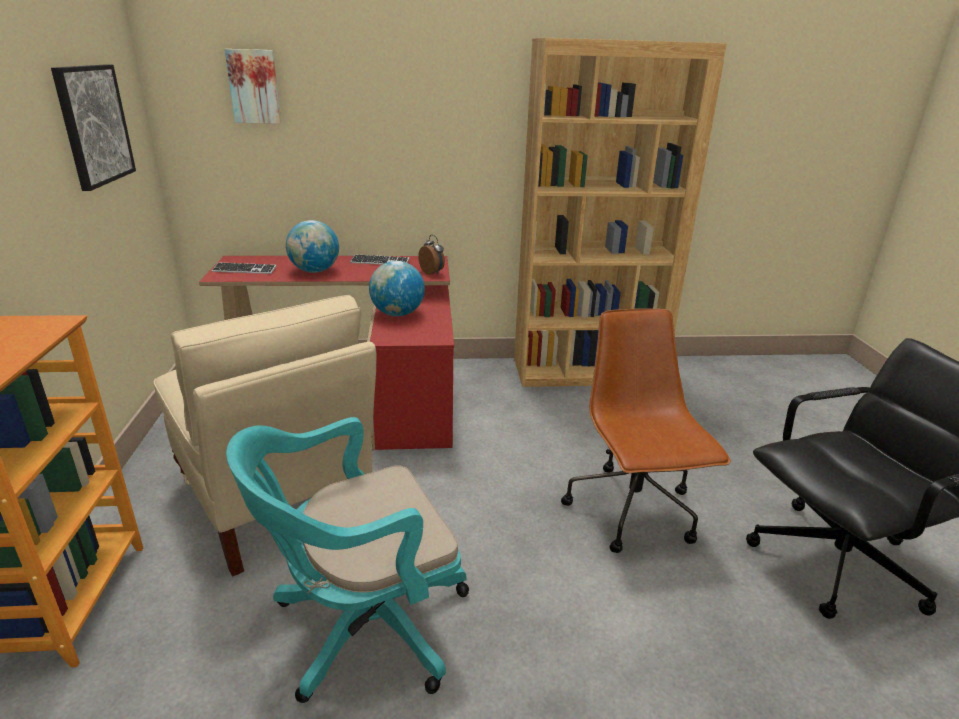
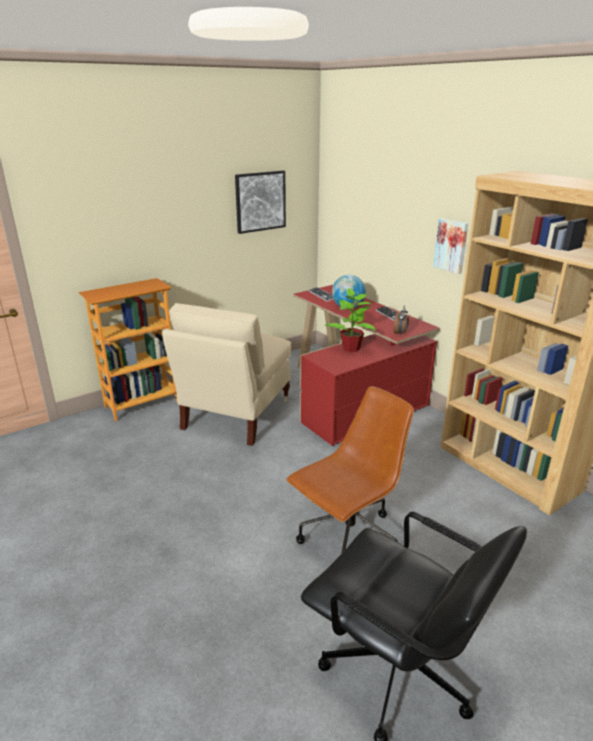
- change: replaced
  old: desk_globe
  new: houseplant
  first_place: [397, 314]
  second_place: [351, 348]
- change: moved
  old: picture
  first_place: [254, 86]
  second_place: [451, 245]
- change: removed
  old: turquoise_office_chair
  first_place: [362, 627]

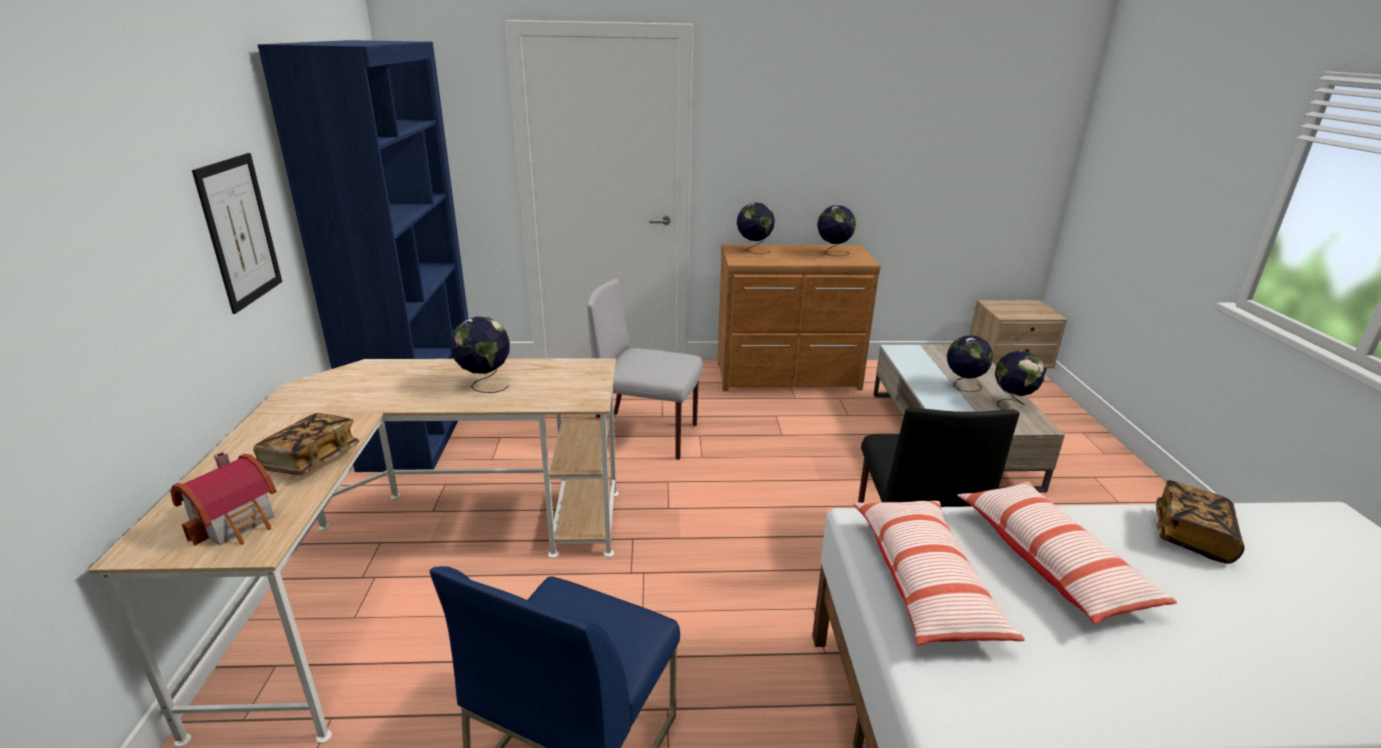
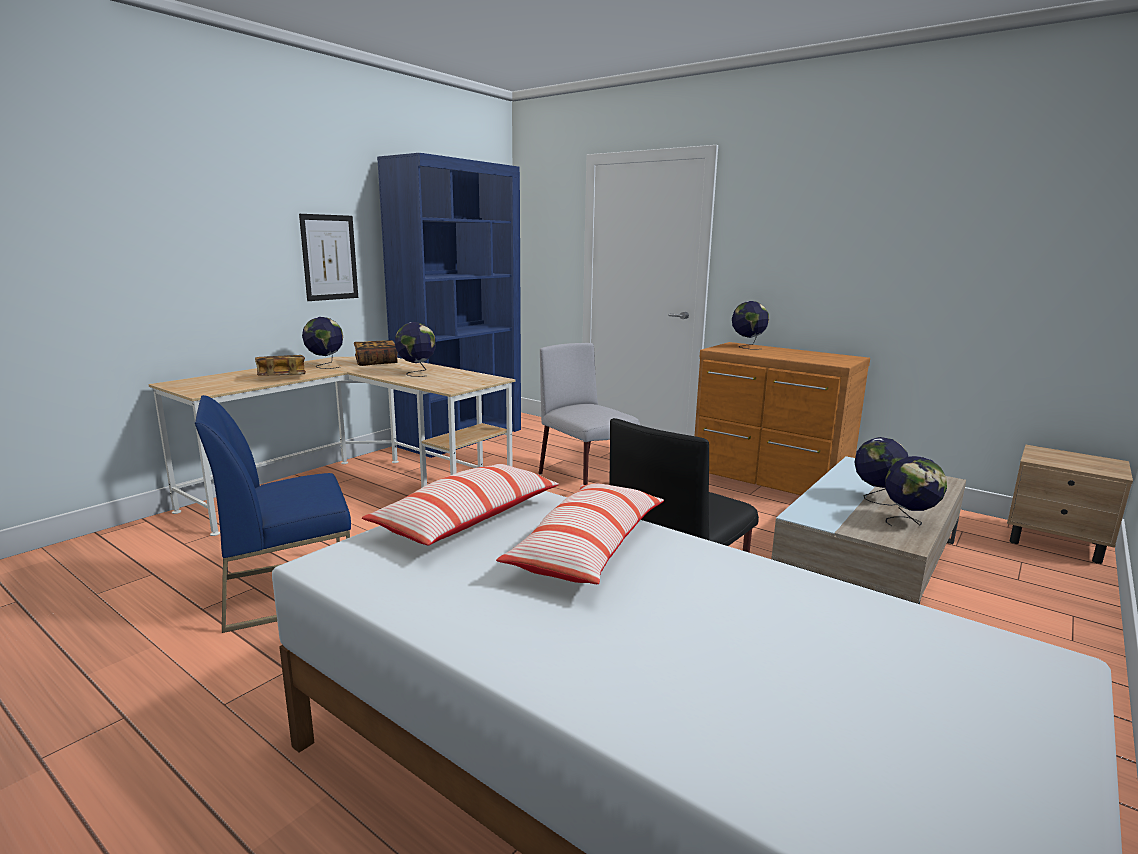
- change: moved
  old: desk_globe
  first_place: [833, 253]
  second_place: [325, 366]
- change: moved
  old: bound_book
  first_place: [1191, 536]
  second_place: [376, 362]
- change: removed
  old: toy_house
  first_place: [238, 522]

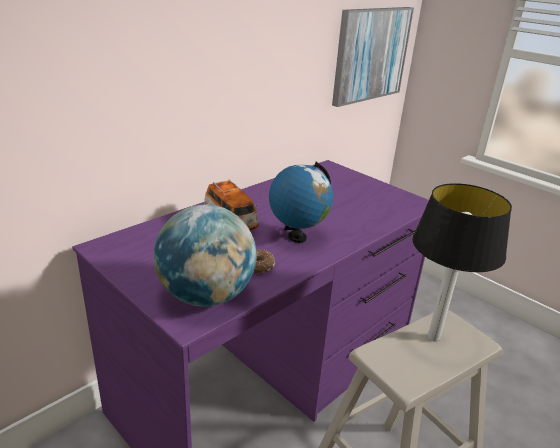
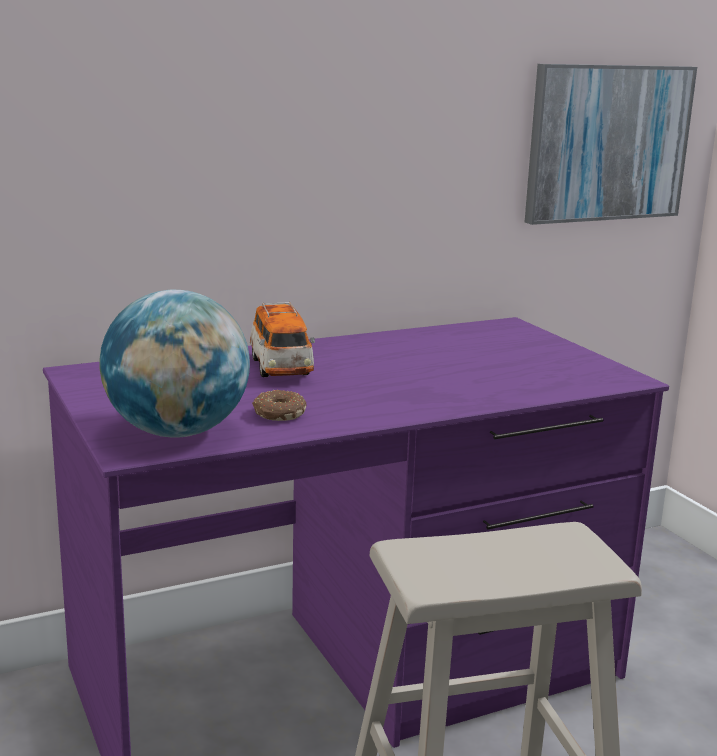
- change: removed
  old: desk_globe
  first_place: [297, 237]
- change: removed
  old: table_lamp
  first_place: [434, 337]

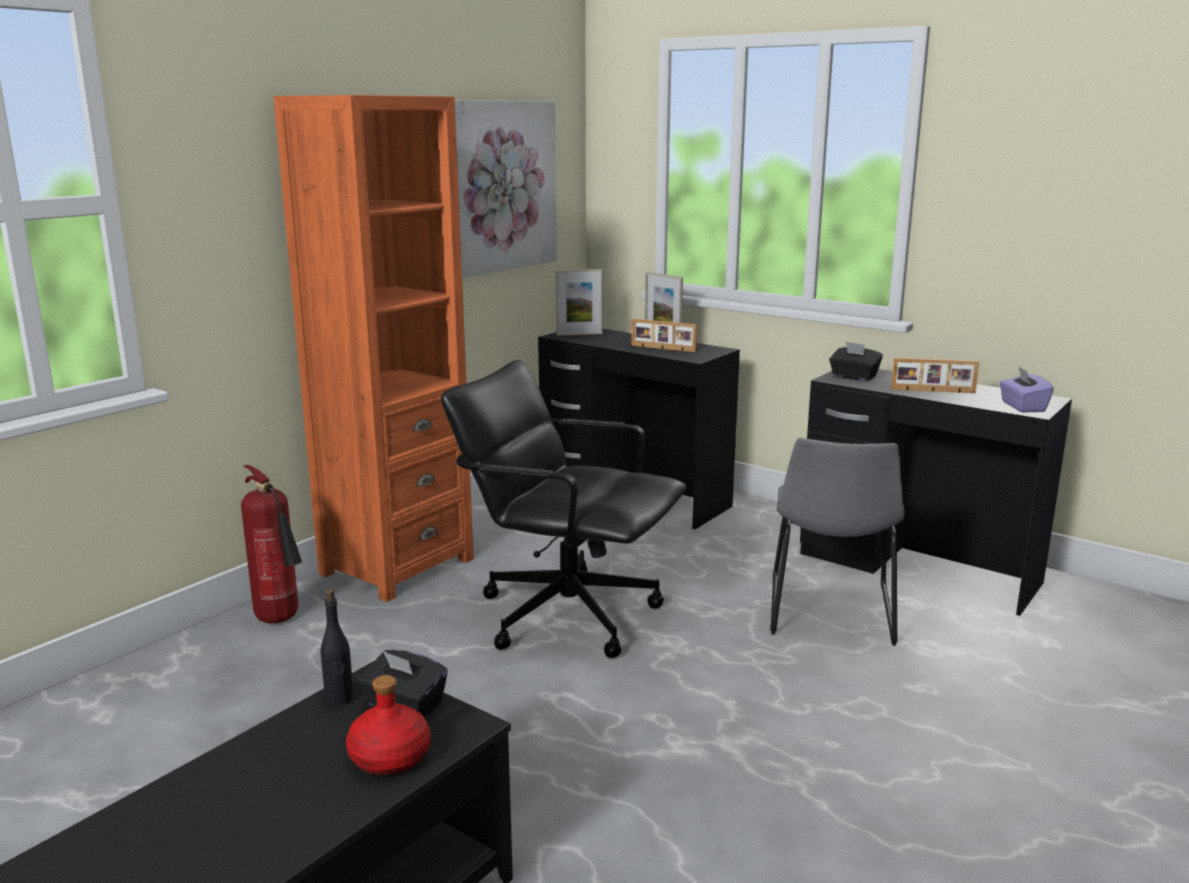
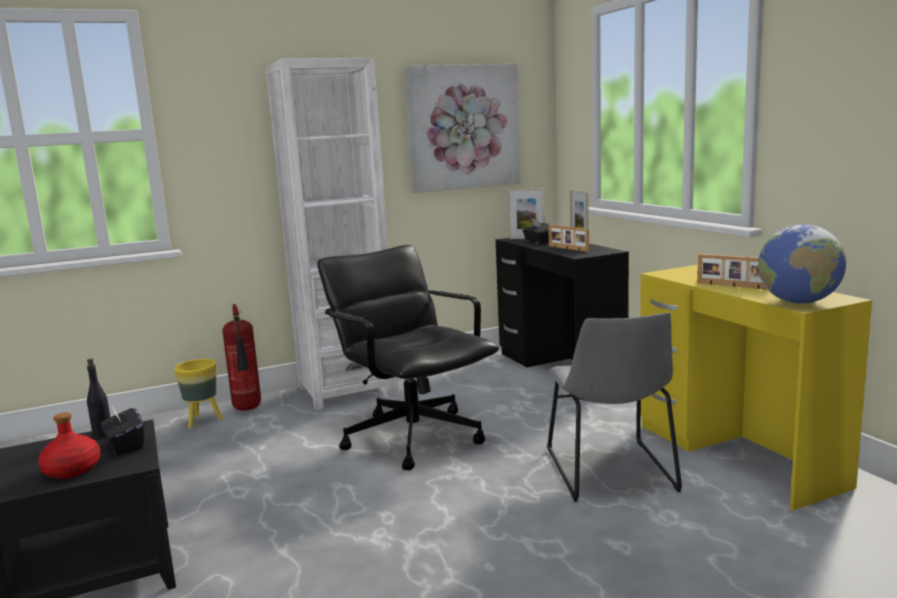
- change: added
  new: yellow-coloured_plant_pot
  second_place: [203, 421]
- change: recoloured
  old: orangey_bookshelf
  new: white_bookshelf
  first_place: [397, 566]
  second_place: [347, 390]
- change: moved
  old: black-coloured_tissue_holder
  first_place: [853, 377]
  second_place: [538, 242]
- change: turned
  old: grey_upright_chair
  first_place: [830, 612]
  second_place: [611, 473]
  degrees: -45
- change: recoloured
  old: black-coloured_desk_unit
  new: yellow-coloured_desk_unit
  first_place: [918, 568]
  second_place: [737, 454]
- change: replaced
  old: purple_tissue_holder
  new: desk_globe
  first_place: [1022, 407]
  second_place: [798, 302]

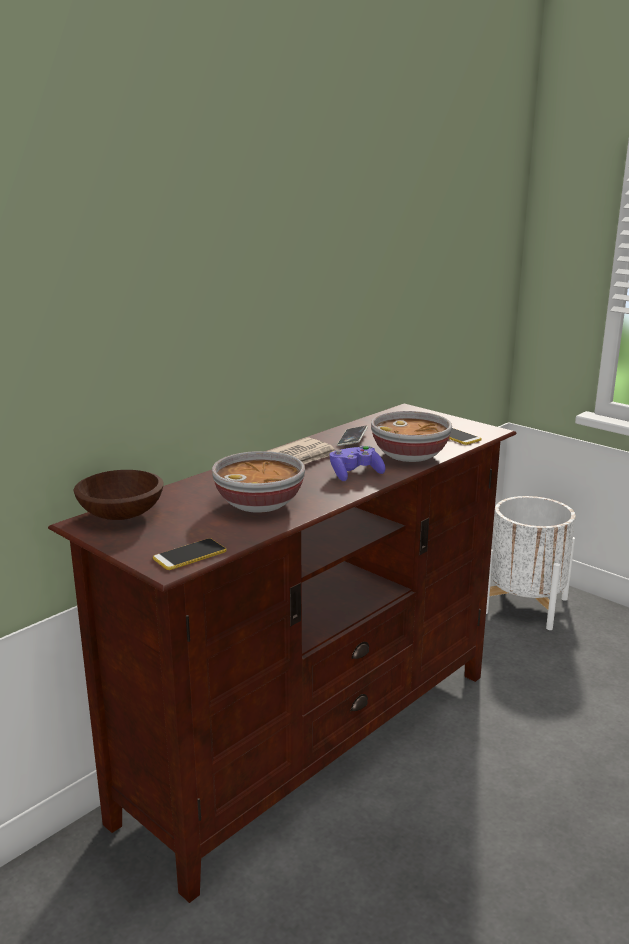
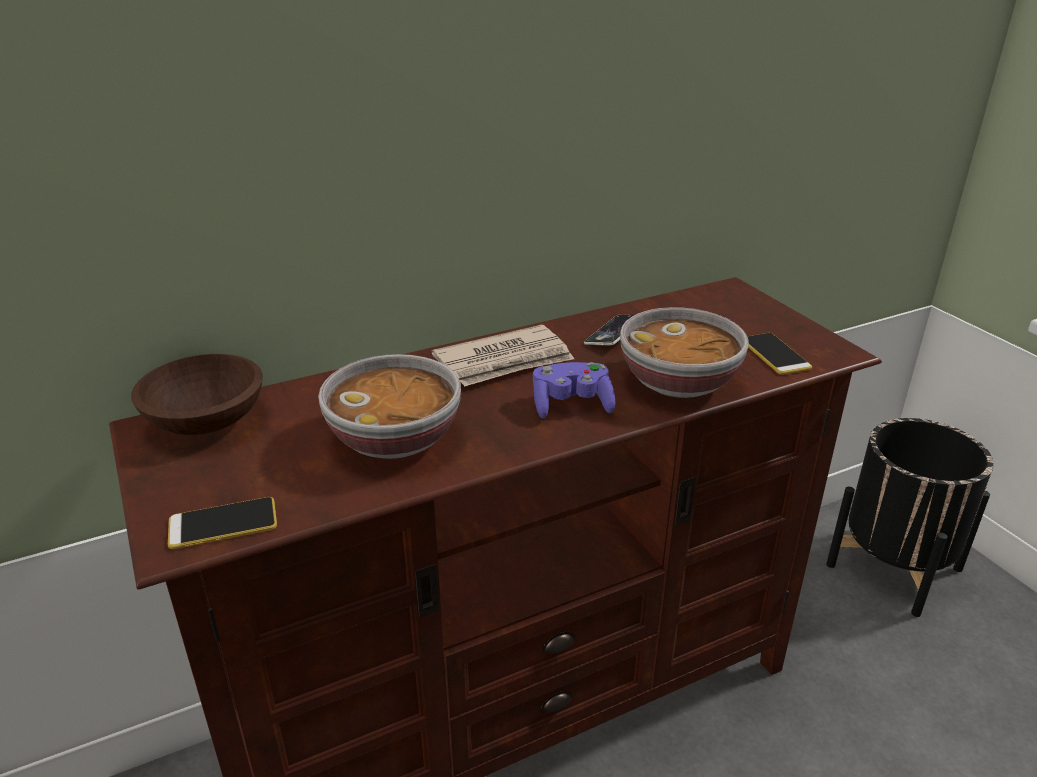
- change: recoloured
  old: white_plant_pot
  new: black-coloured_plant_pot
  first_place: [525, 605]
  second_place: [894, 567]

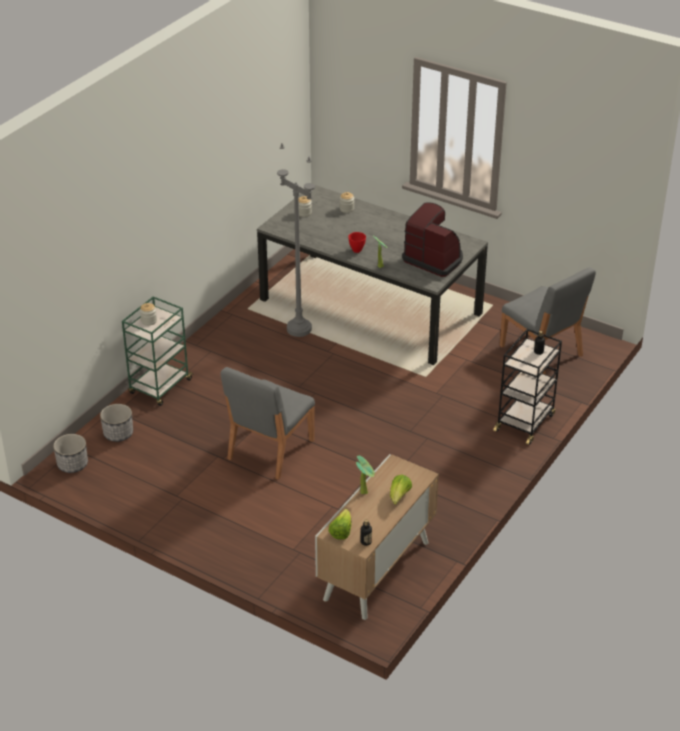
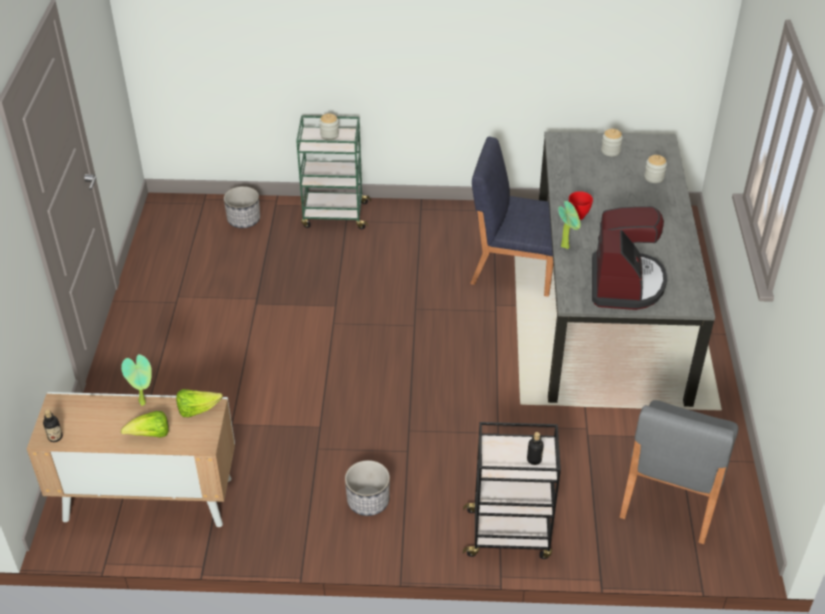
- change: moved
  old: lettuce
  first_place: [341, 531]
  second_place: [197, 410]
- change: moved
  old: plant_pot
  first_place: [72, 464]
  second_place: [368, 501]
- change: replaced
  old: grey_standard_lamp
  new: blue_upright_chair
  first_place: [298, 329]
  second_place: [514, 267]
- change: removed
  old: grey_upright_chair
  first_place: [270, 450]

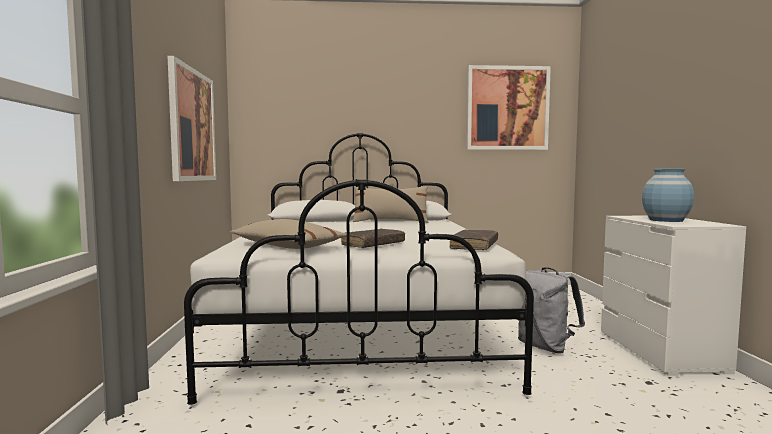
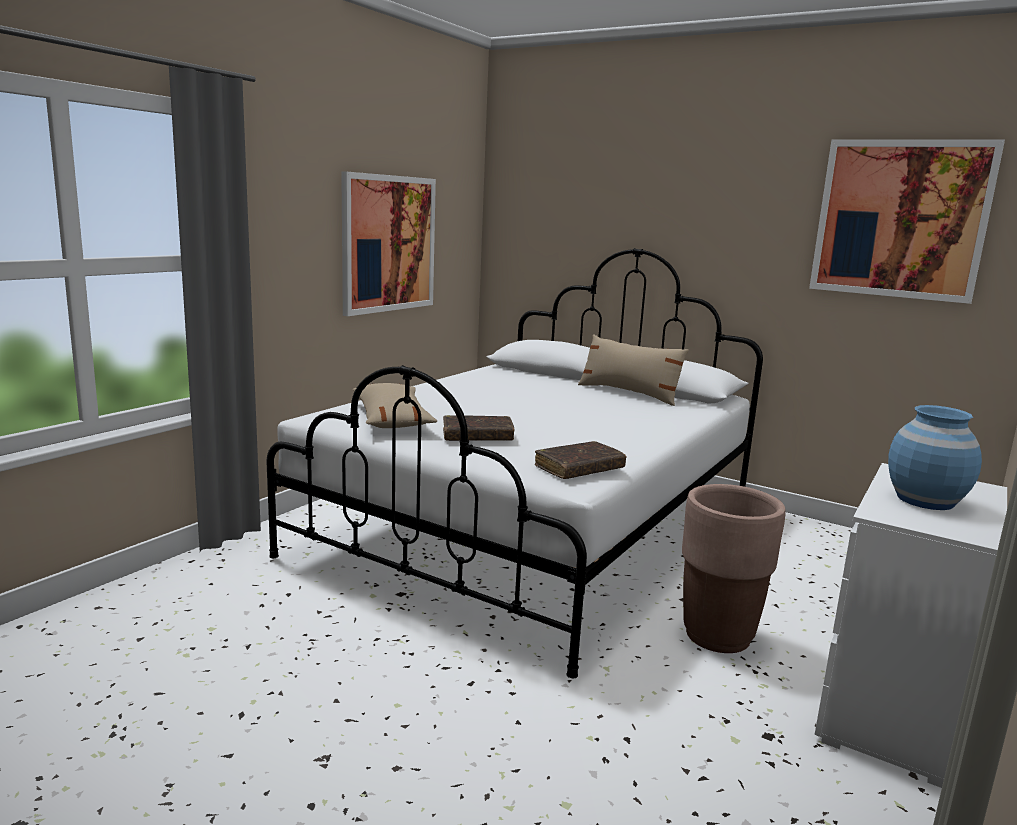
- change: replaced
  old: grey_backpack
  new: brown_plant_pot
  first_place: [546, 347]
  second_place: [718, 636]

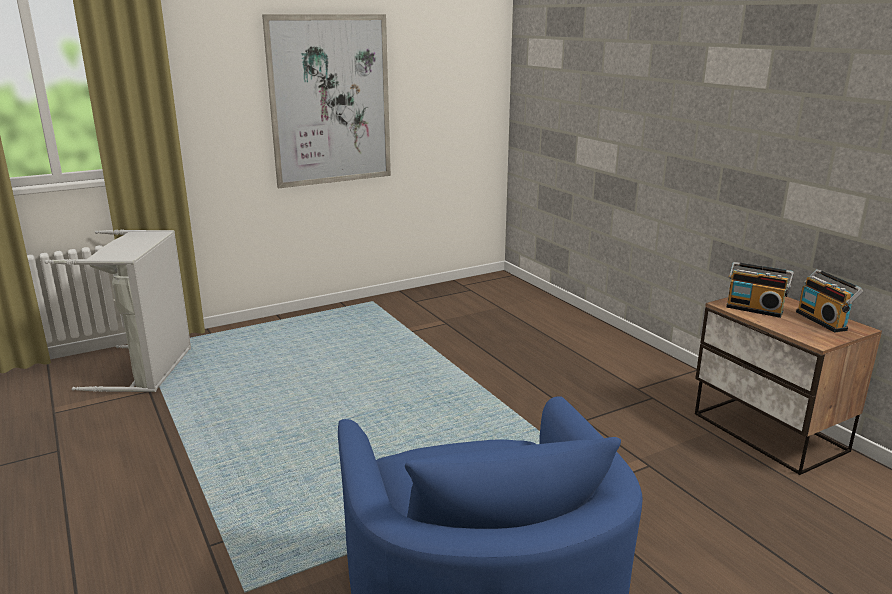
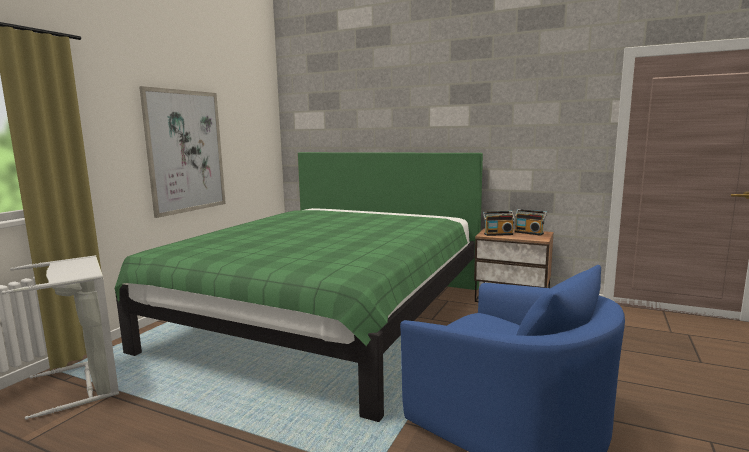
- change: added
  new: green_bed
  second_place: [327, 316]

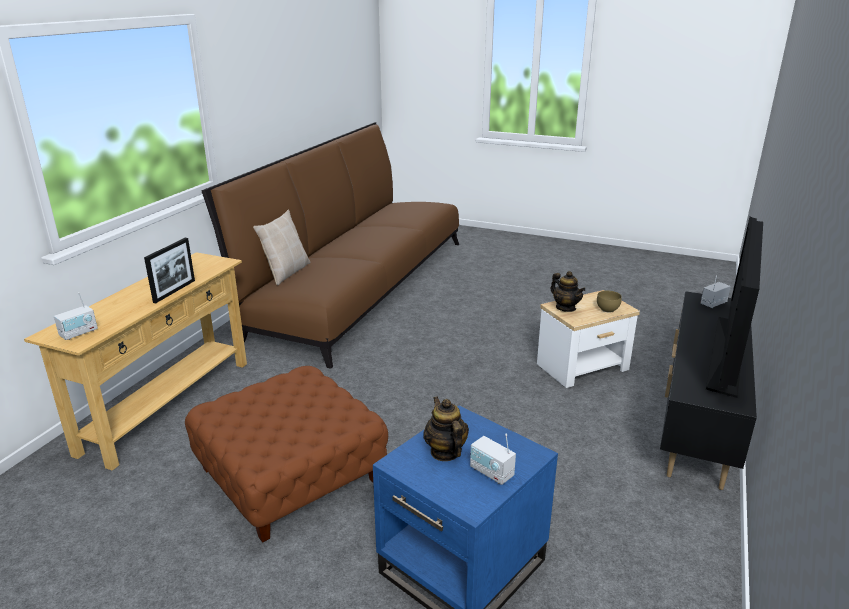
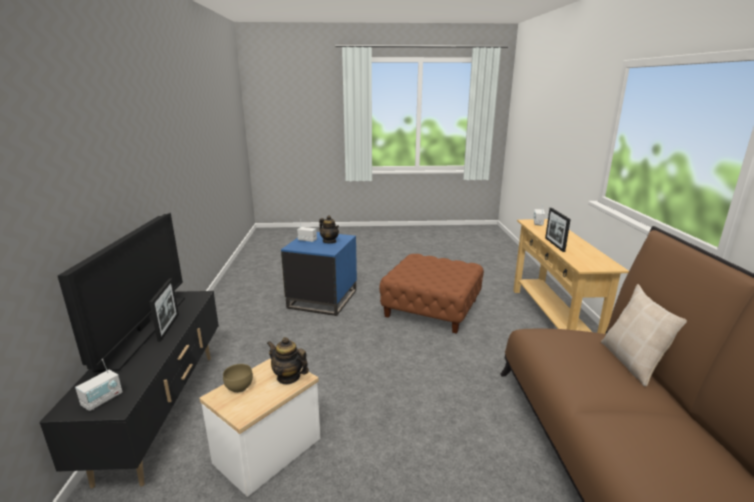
- change: added
  new: picture_frame
  second_place: [168, 327]

